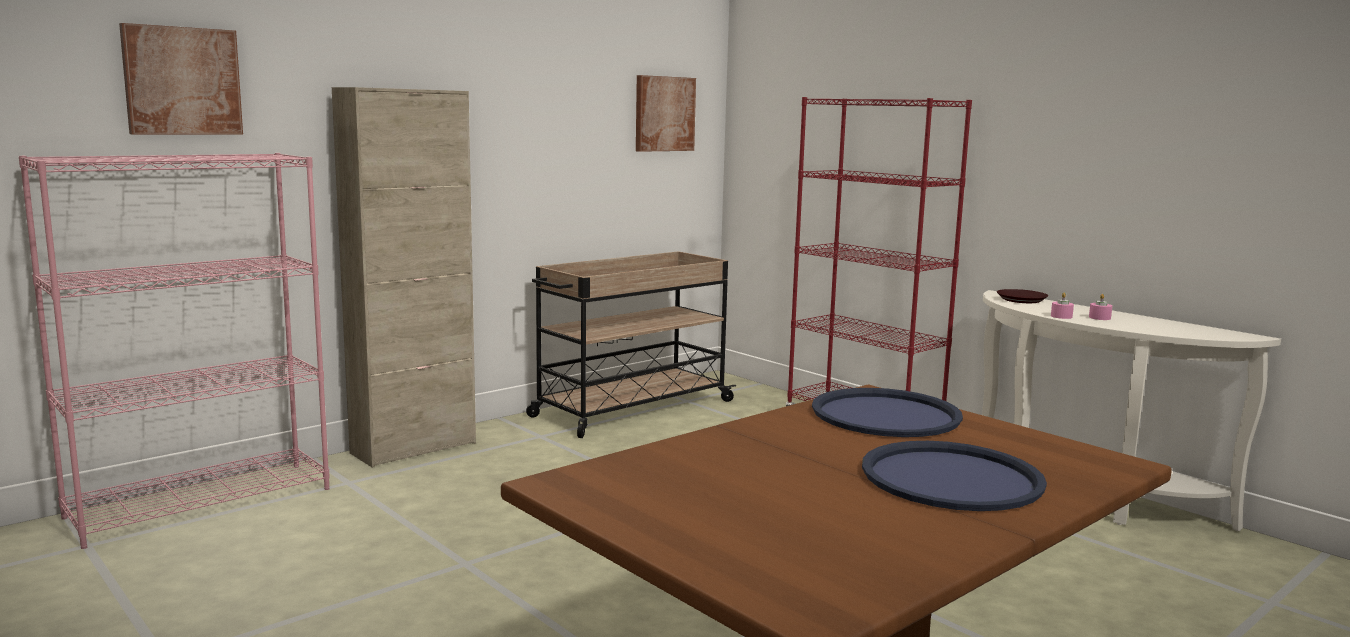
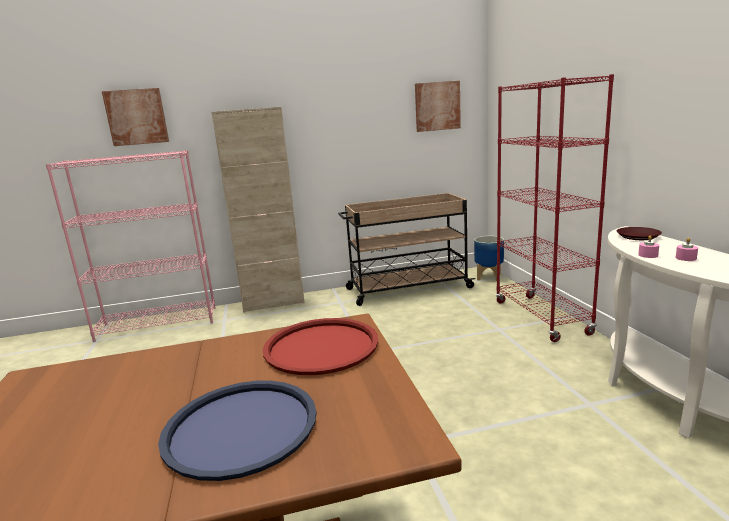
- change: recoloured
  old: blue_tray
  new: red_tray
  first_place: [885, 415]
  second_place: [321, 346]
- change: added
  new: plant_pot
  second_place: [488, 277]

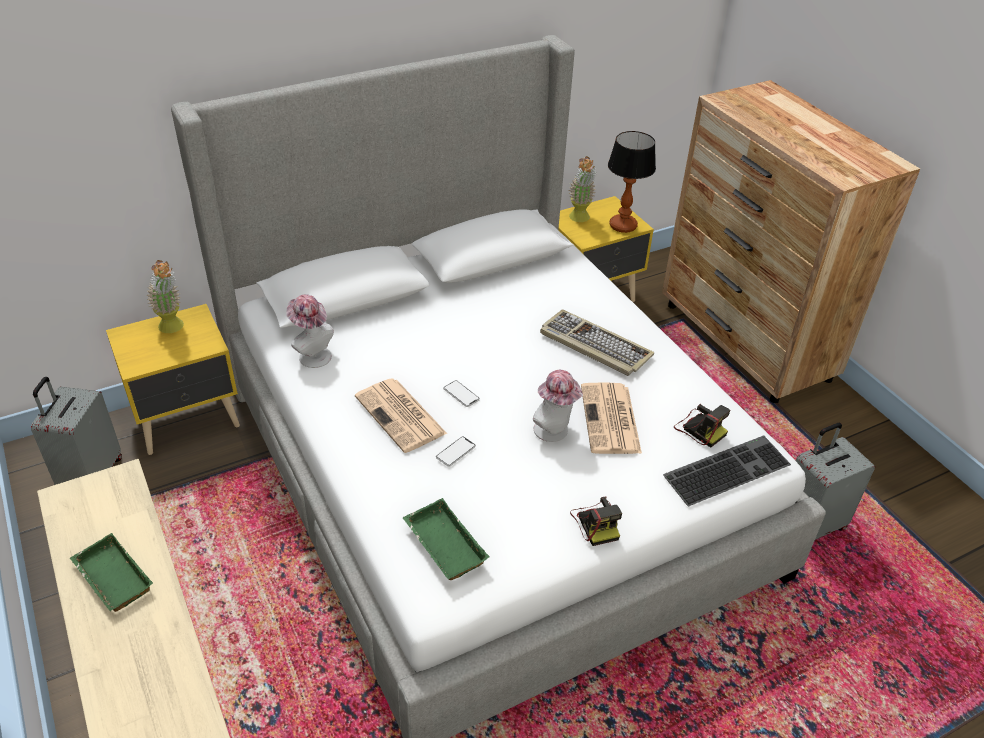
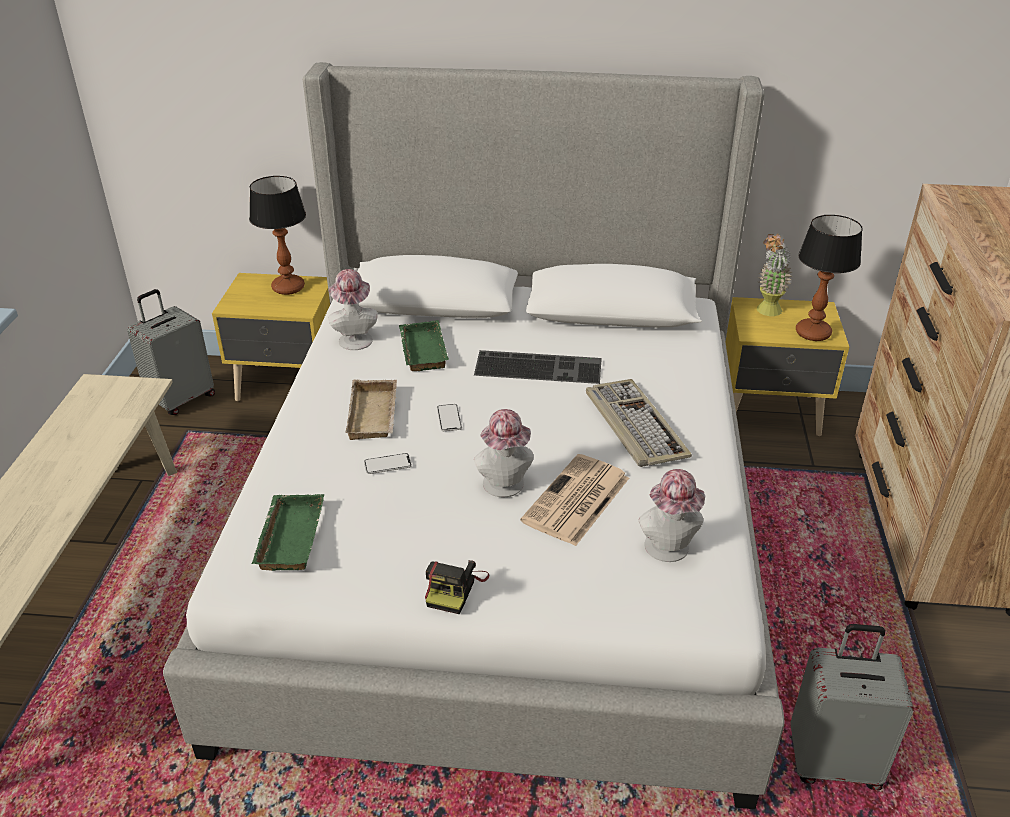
- change: replaced
  old: houseplant
  new: table_lamp
  first_place: [174, 329]
  second_place: [288, 288]
- change: replaced
  old: newspaper
  new: beige-coloured_tray
  first_place: [401, 416]
  second_place: [375, 415]
- change: moved
  old: green_tray
  first_place: [110, 578]
  second_place: [421, 350]
- change: moved
  old: PC_keyboard
  first_place: [726, 468]
  second_place: [539, 366]
- change: replaced
  old: still_camera
  new: hat
  first_place: [699, 429]
  second_place: [669, 550]

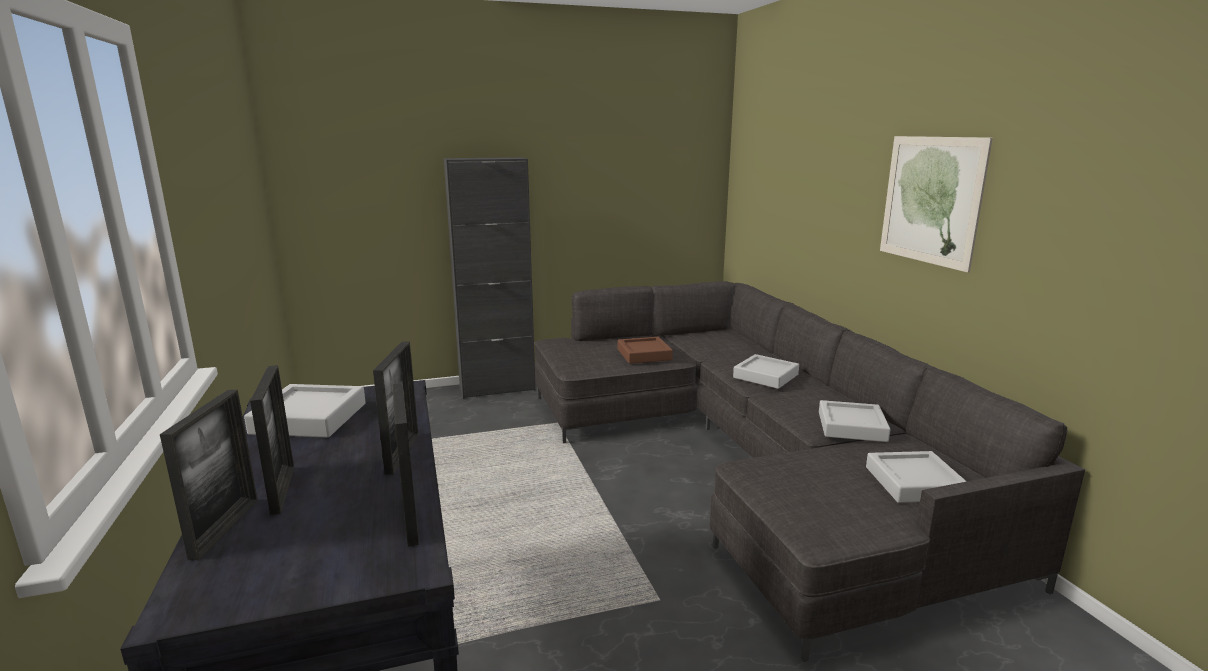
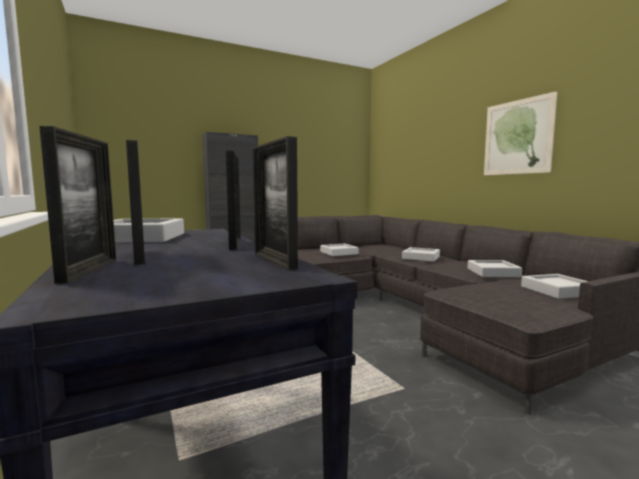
- change: recoloured
  old: brown_tray
  new: grey_tray
  first_place: [644, 354]
  second_place: [338, 253]

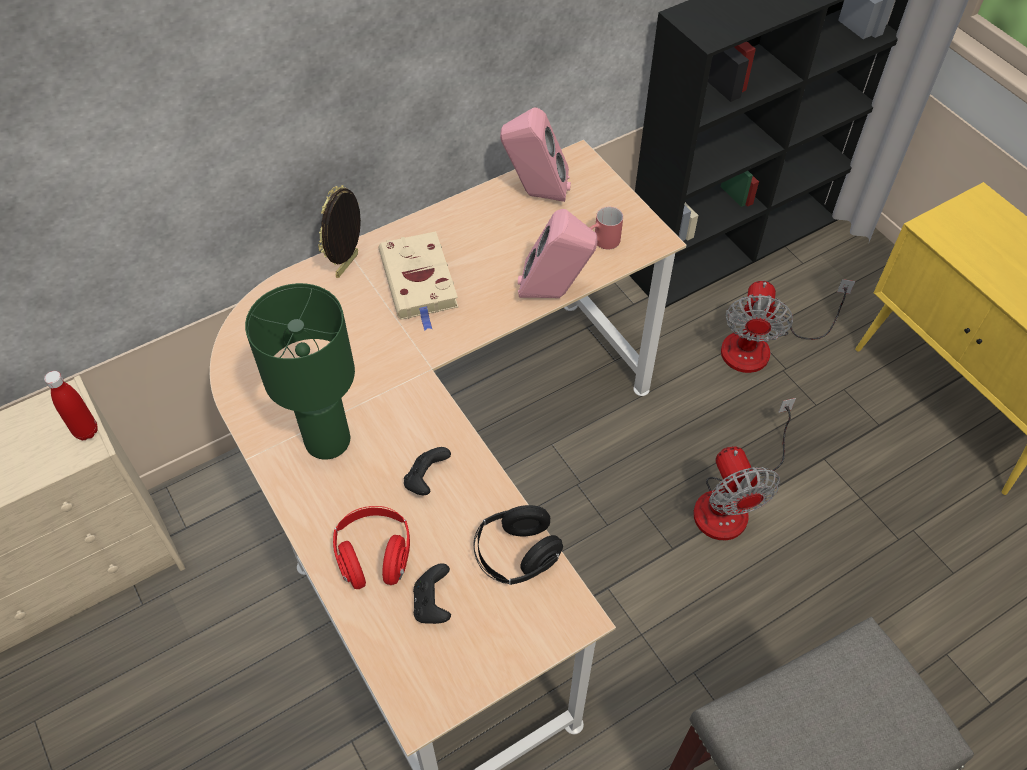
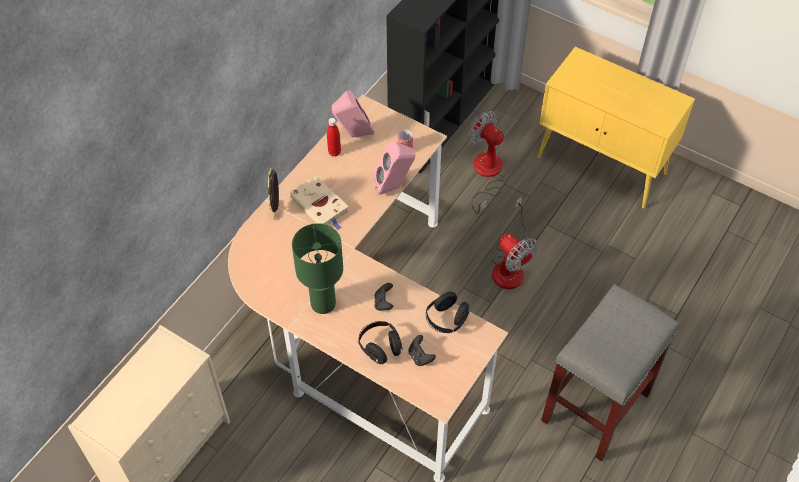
- change: moved
  old: red_beverage_bottle
  first_place: [86, 431]
  second_place: [334, 152]
- change: recoloured
  old: red_headphones
  new: black-coloured_headphones
  first_place: [374, 556]
  second_place: [380, 347]
- change: turned
  old: electric_fan
  first_place: [761, 346]
  second_place: [486, 174]
  degrees: 150

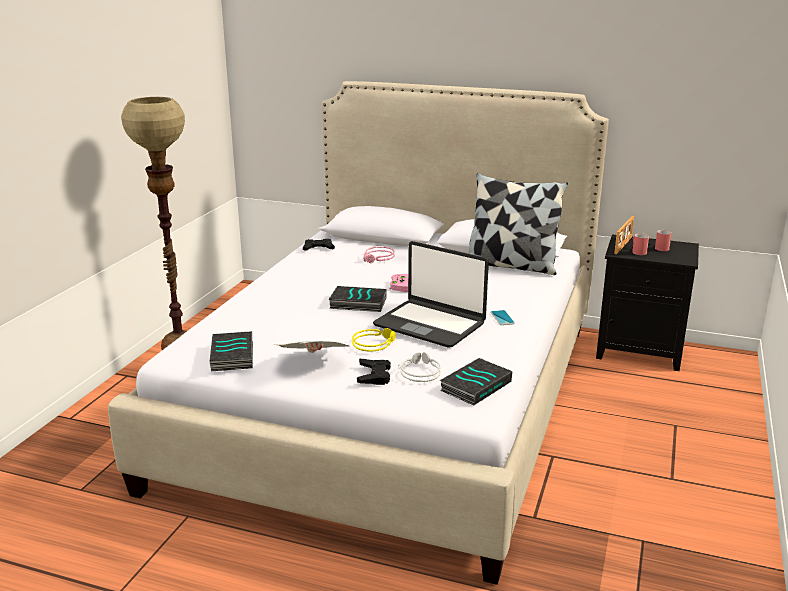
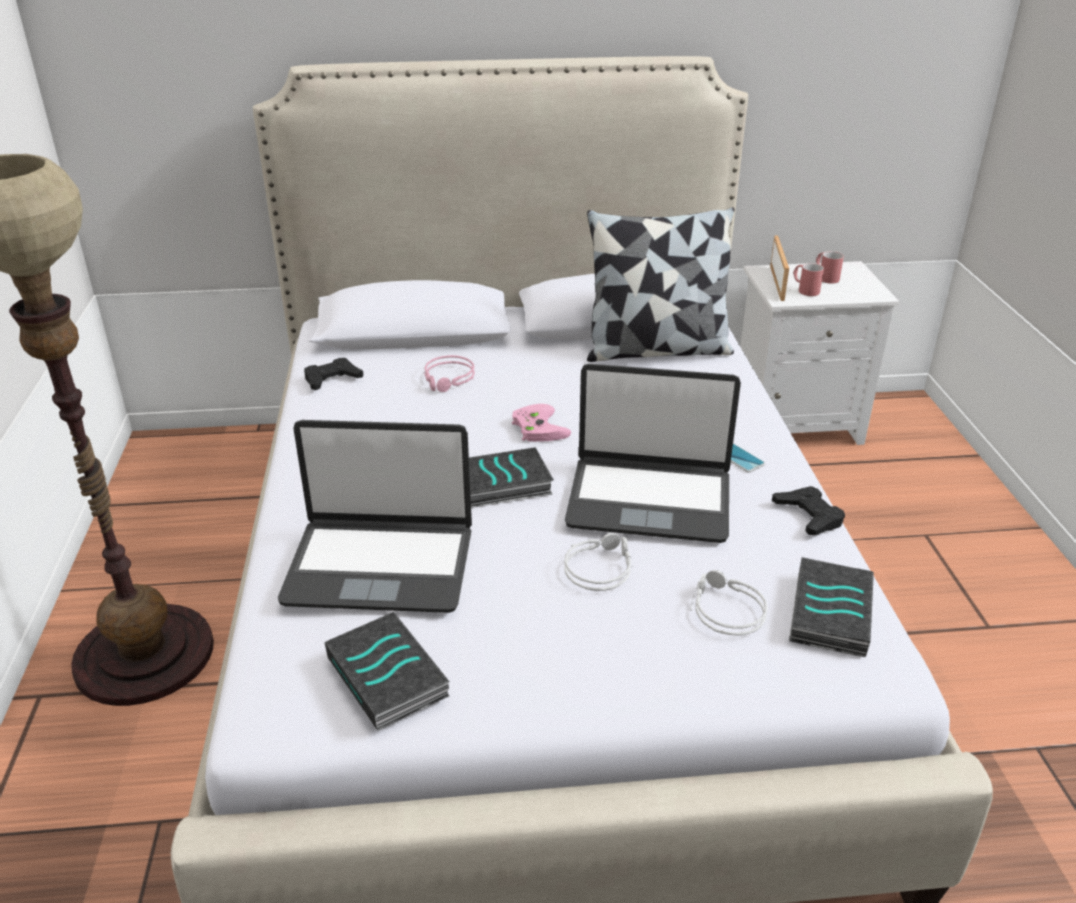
- change: added
  new: portable_computer
  second_place: [380, 565]
- change: recoloured
  old: yellow-coloured_headphones
  new: grey_headphones
  first_place: [374, 343]
  second_place: [598, 567]
- change: recoloured
  old: black-coloured_night_table
  new: white_night_table
  first_place: [641, 351]
  second_place: [796, 423]
- change: moved
  old: black-coloured_joypad
  first_place: [374, 375]
  second_place: [809, 516]
- change: removed
  old: newspaper
  first_place: [313, 363]

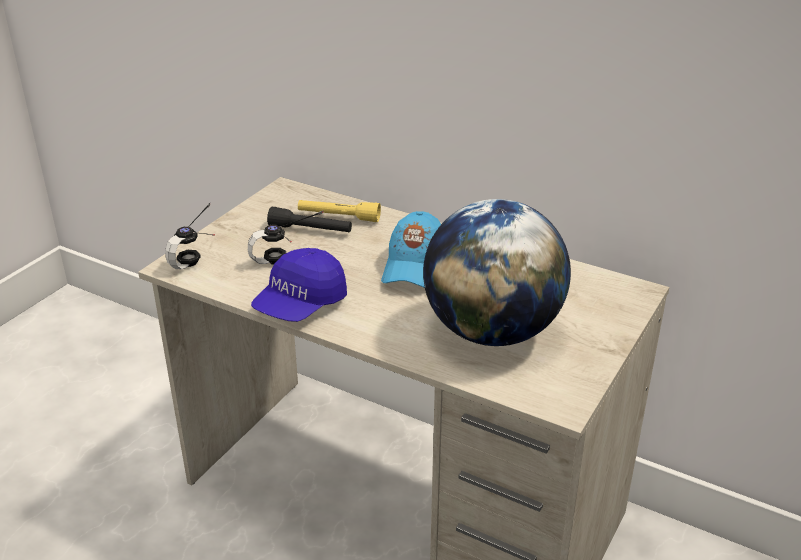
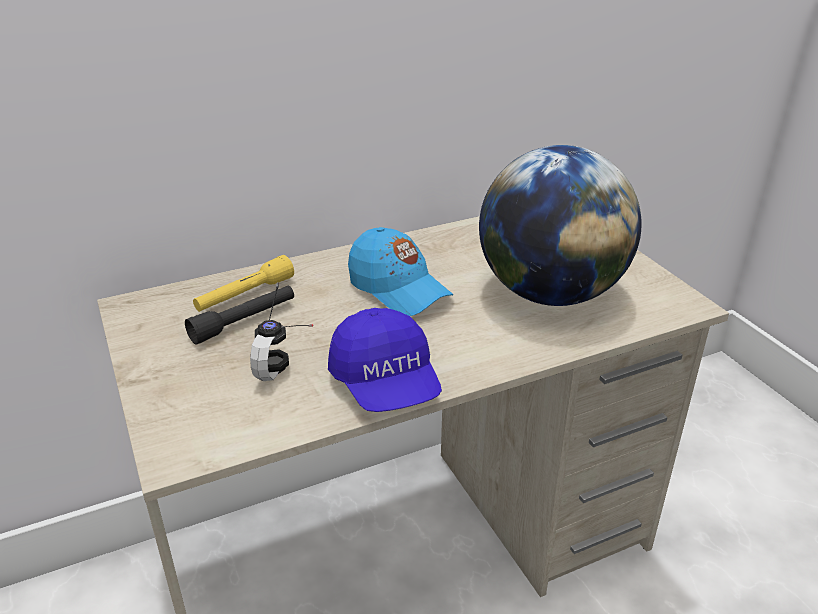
- change: removed
  old: headphones
  first_place: [204, 258]

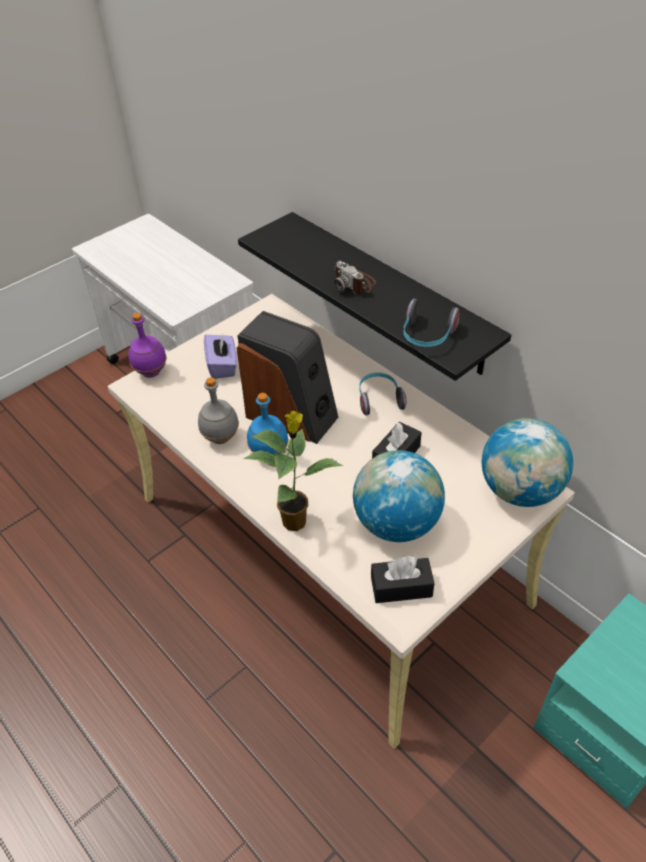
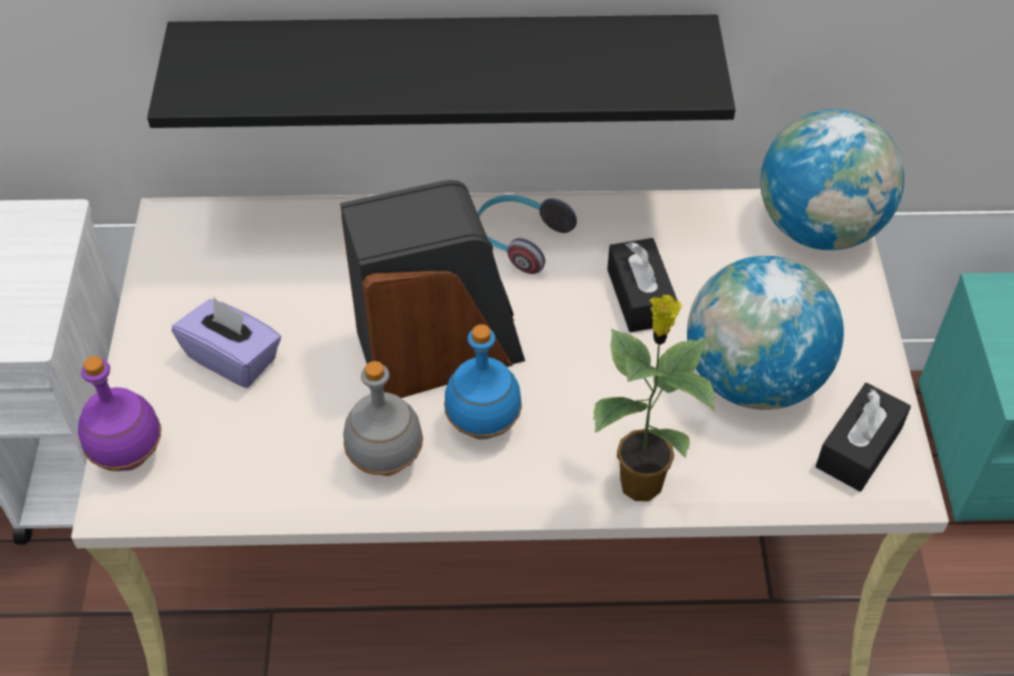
- change: removed
  old: still_camera
  first_place: [354, 283]
- change: removed
  old: headphones
  first_place: [427, 336]

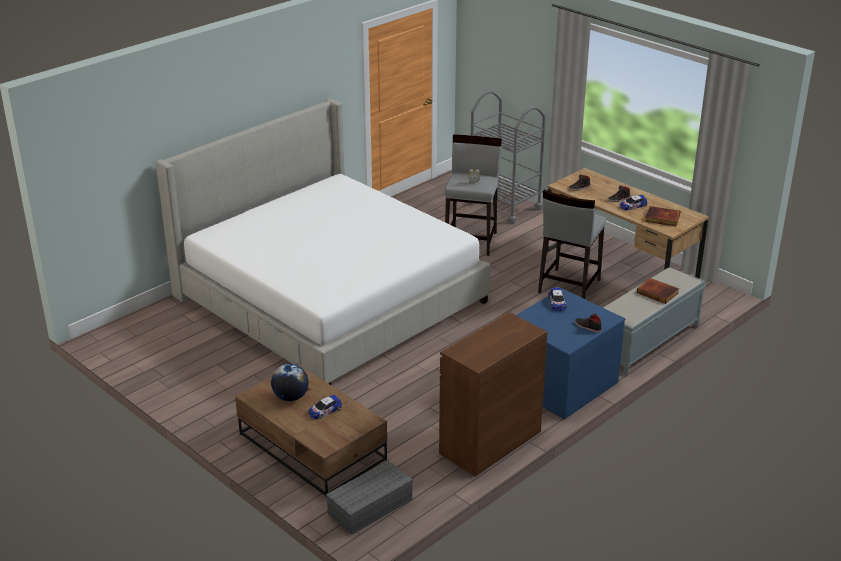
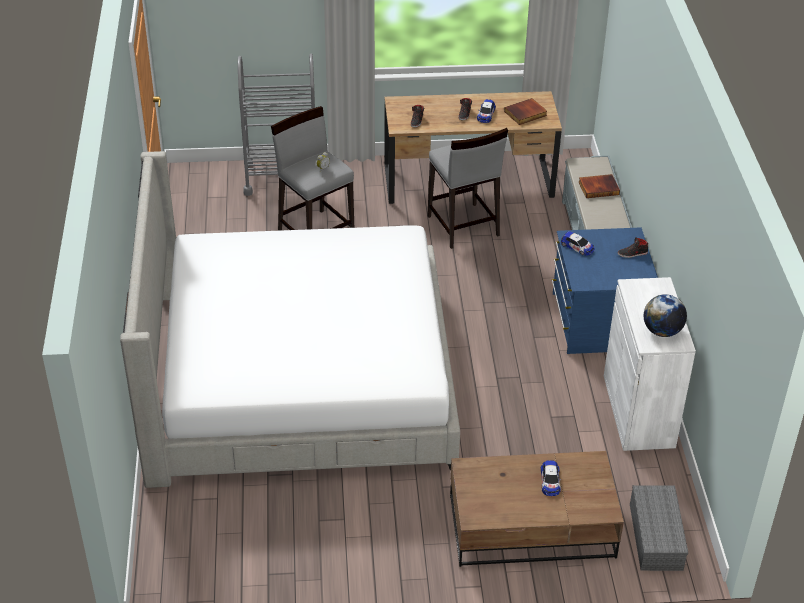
- change: recoloured
  old: brown_cupboard
  new: white_cupboard
  first_place: [490, 442]
  second_place: [638, 411]
- change: moved
  old: desk_globe
  first_place: [290, 397]
  second_place: [662, 331]

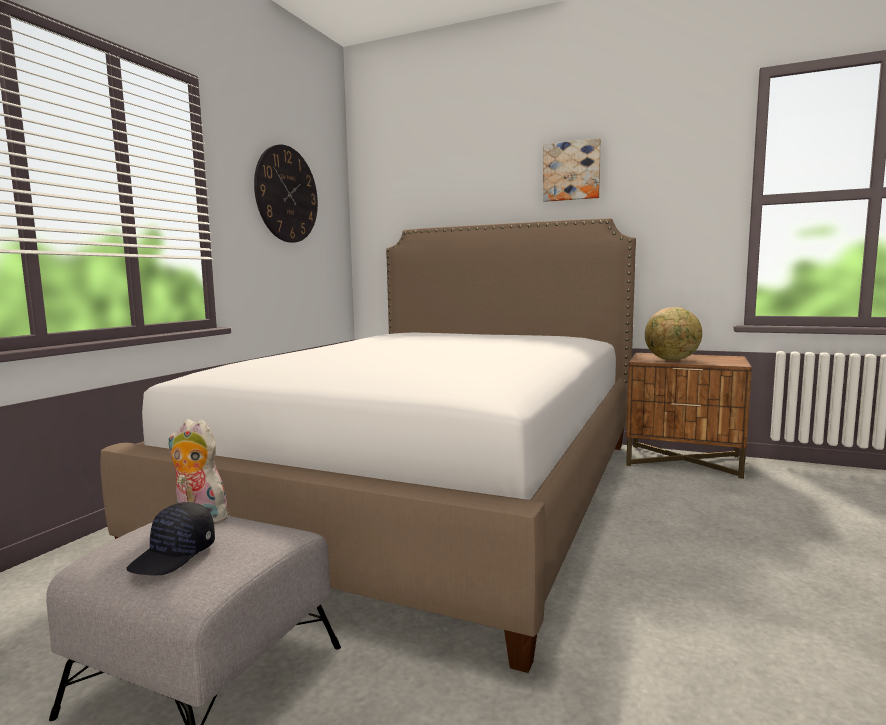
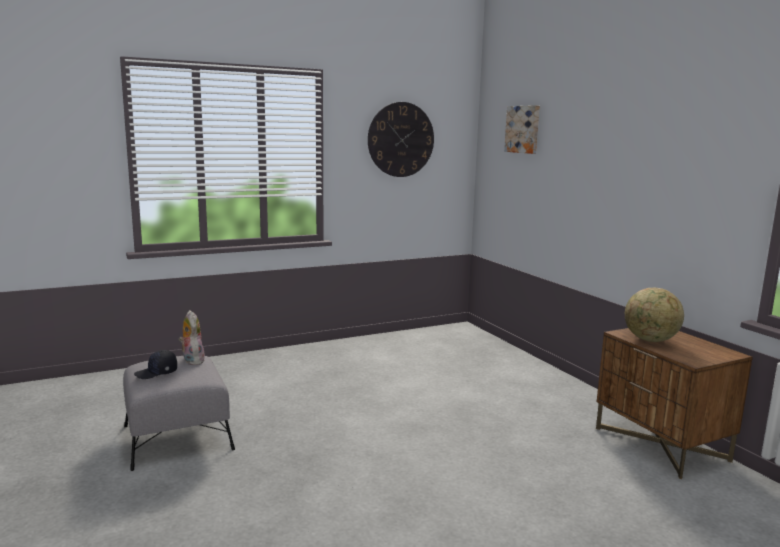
- change: moved
  old: picture
  first_place: [571, 171]
  second_place: [523, 129]
- change: removed
  old: bed
  first_place: [434, 491]

